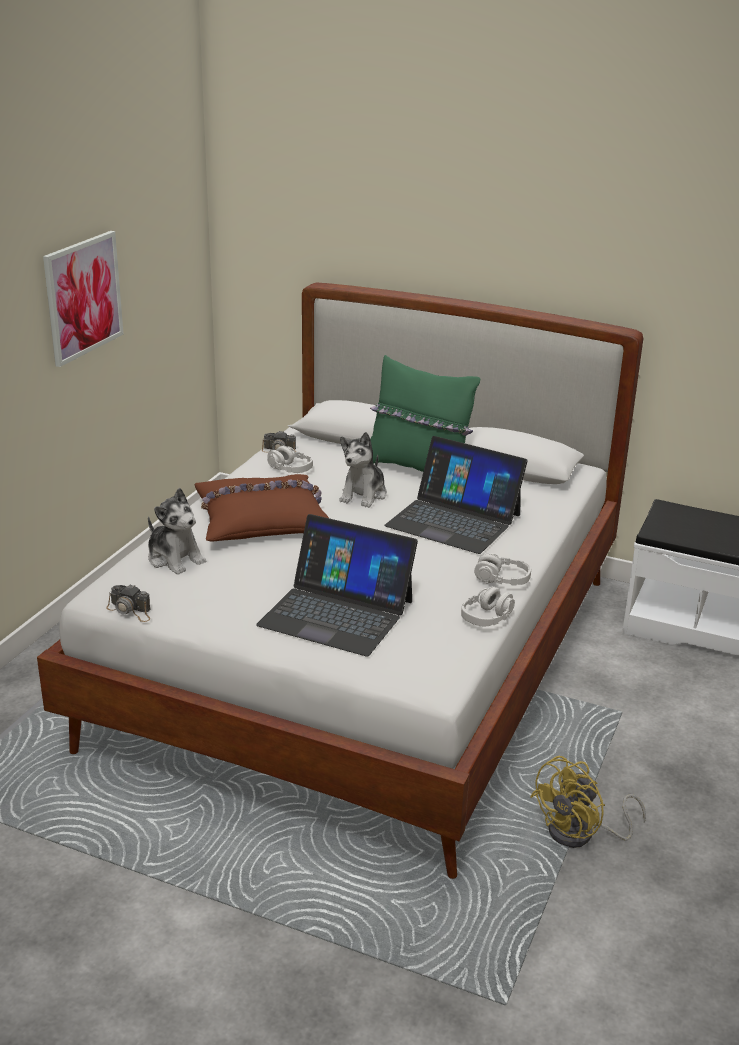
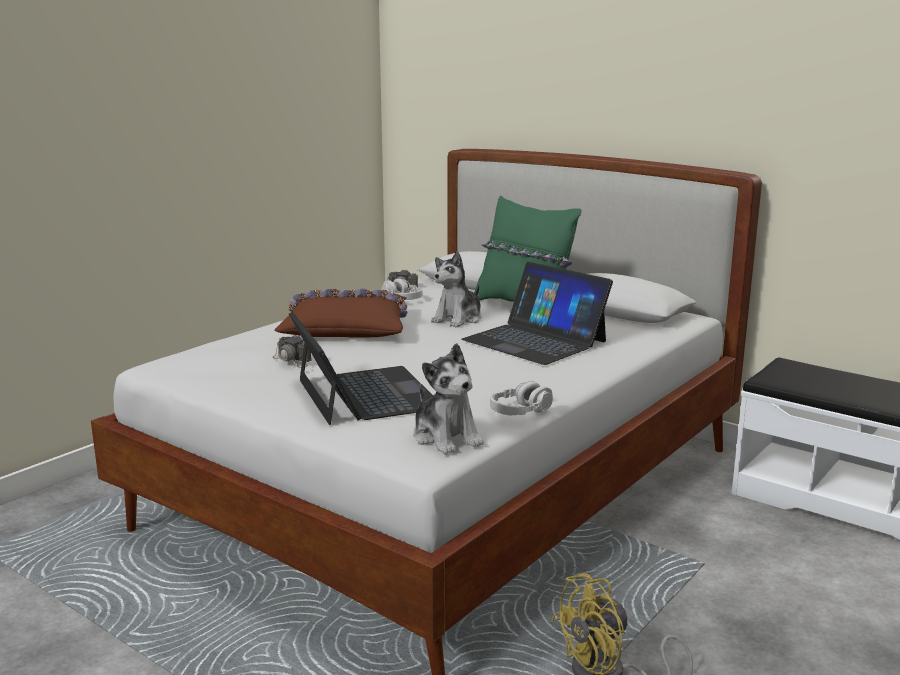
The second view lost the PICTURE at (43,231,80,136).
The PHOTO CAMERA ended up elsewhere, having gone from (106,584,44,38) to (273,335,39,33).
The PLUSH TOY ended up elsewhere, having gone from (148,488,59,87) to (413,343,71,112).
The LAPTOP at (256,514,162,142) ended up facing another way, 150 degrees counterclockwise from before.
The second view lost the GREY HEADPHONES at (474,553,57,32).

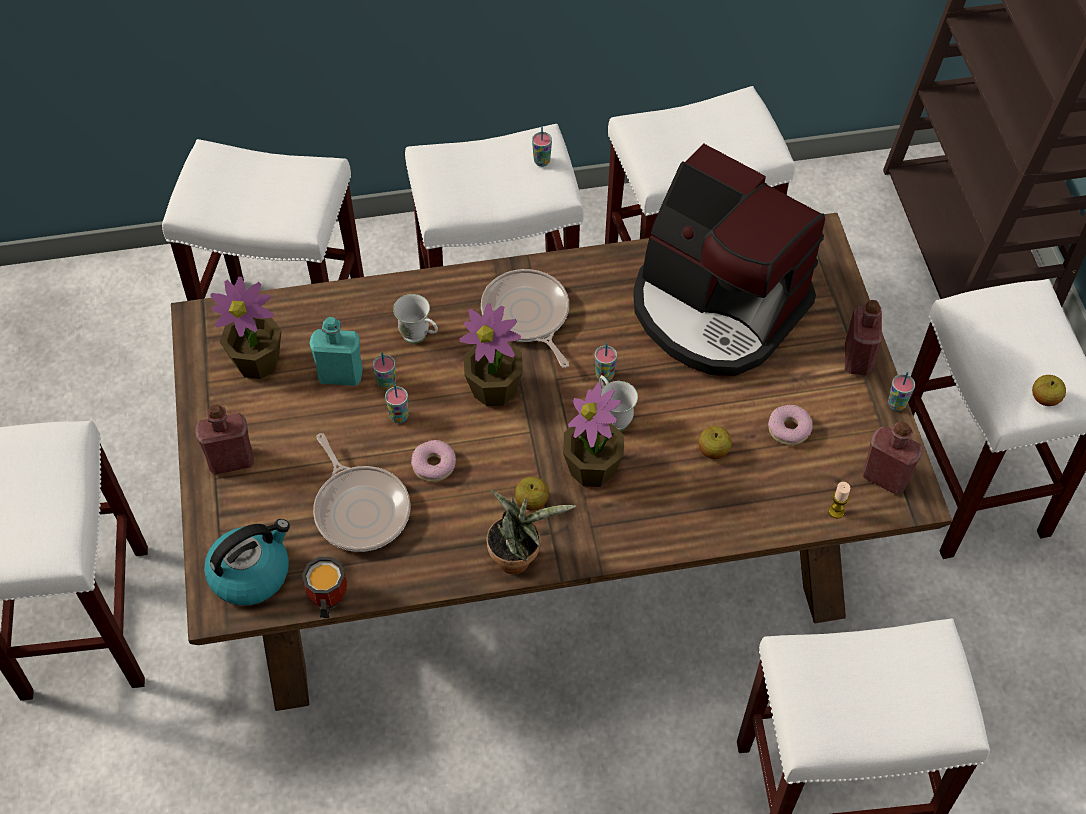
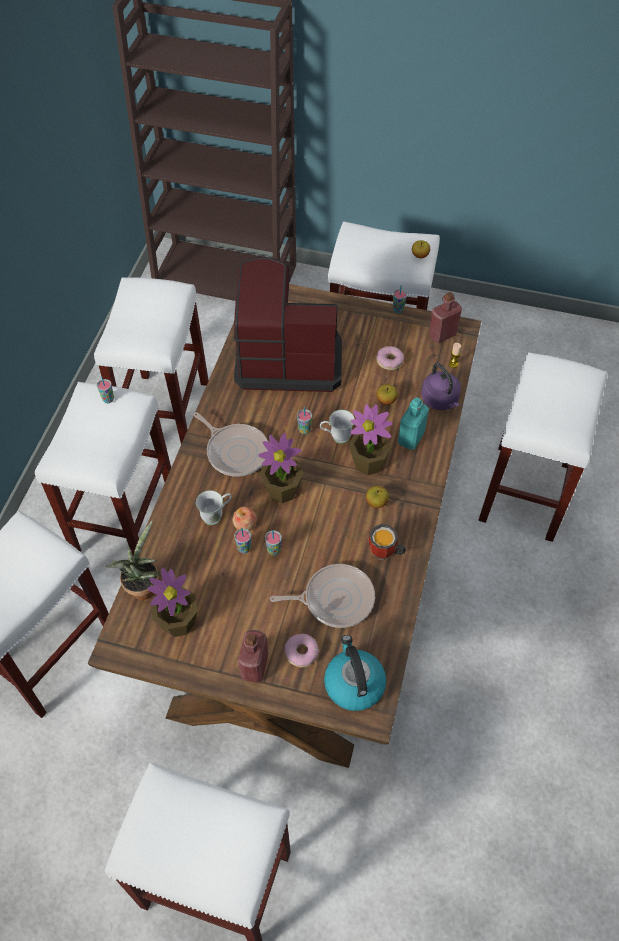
The MUG ended up elsewhere, having gone from (302,557,45,61) to (369,524,37,36).
The TURQUOISE BOTTLE ended up elsewhere, having gone from (309,317,54,69) to (398,397,31,52).
The DONUT ended up elsewhere, having gone from (411,440,45,42) to (284,634,35,33).
The FRYING PAN at (481,269,88,99) ended up facing another way, 135 degrees counterclockwise from before.
The POTTED PLANT ended up elsewhere, having gone from (486,490,90,84) to (105,521,56,79).
The COFFEE MACHINE at (633,143,192,233) ended up facing another way, 150 degrees counterclockwise from before.
The second view lost the RED BOTTLE at (845,300,37,75).
The second view gained the APPLE at (233,507,24,23).
The second view gained the PURPLE KETTLE at (421,363,40,47).

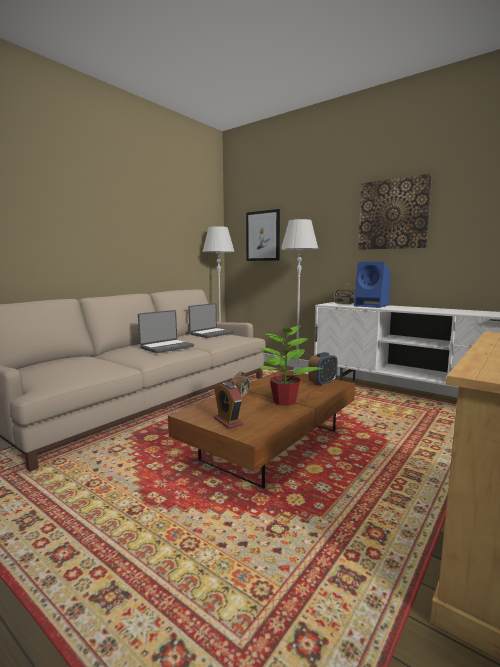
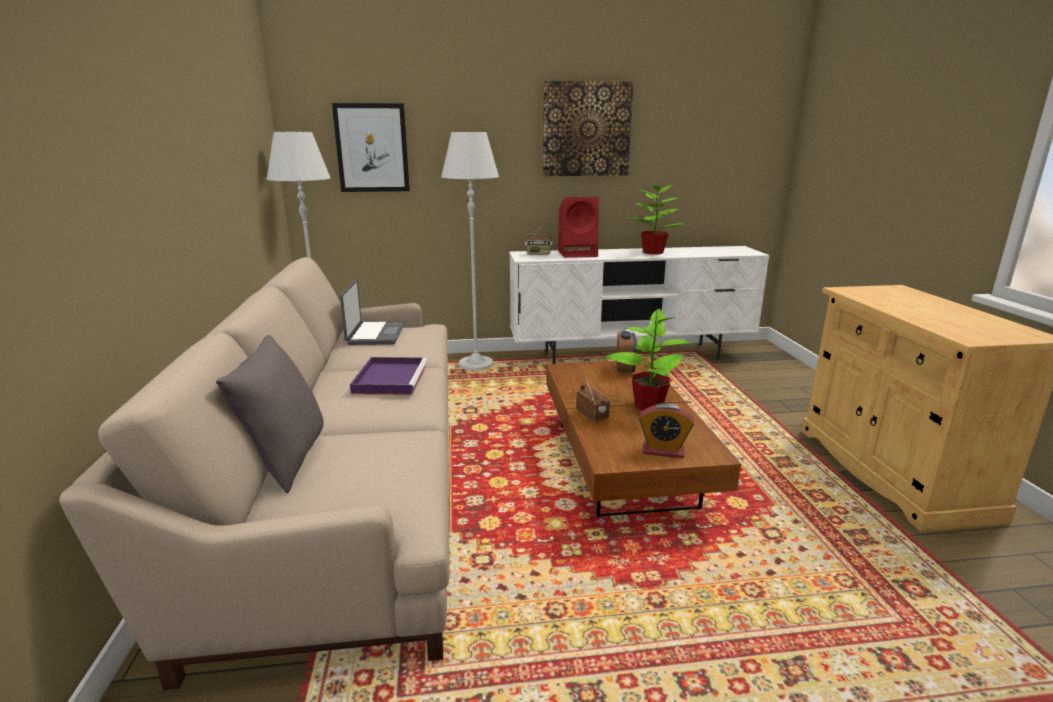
Where the LAPTOP stood at (138,310,56,43), the PURPLE TRAY came to stand at (350,357,78,38).
What was the BLUE SPEAKER at (354,262,37,46) turned into the RED SPEAKER at (558,197,41,61).
The second view gained the GREY PILLOW at (216,335,108,158).
The second view gained the POTTED PLANT at (627,181,60,74).

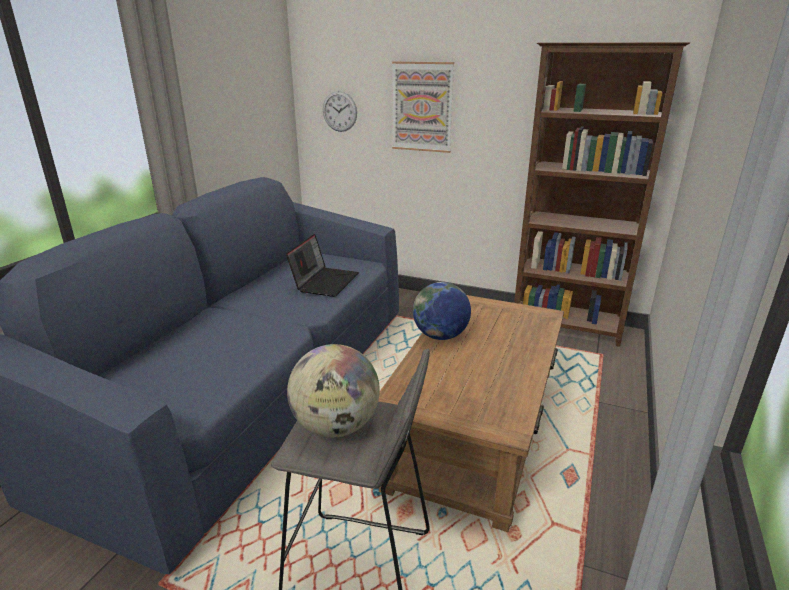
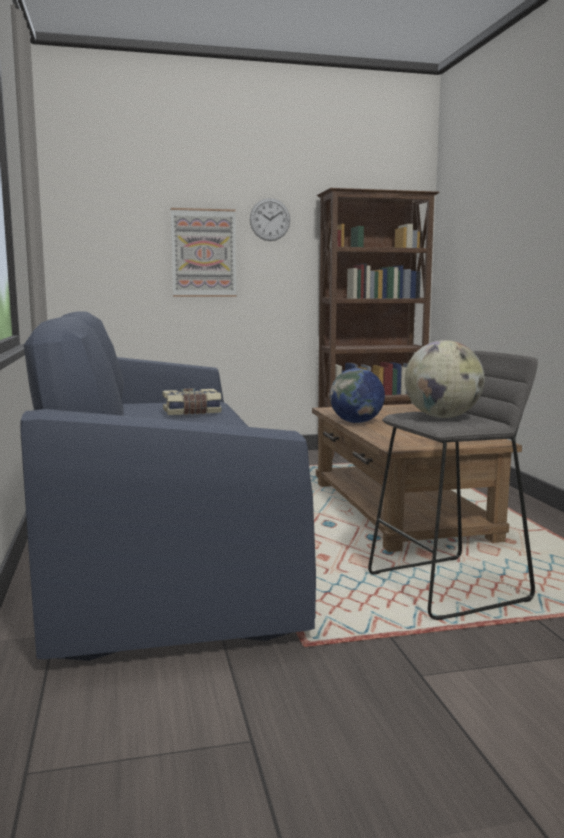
Where the LAPTOP stood at (286,234,73,63), the BOOK came to stand at (162,388,60,27).
The WALL CLOCK ended up elsewhere, having gone from (323,91,34,41) to (250,198,40,43).

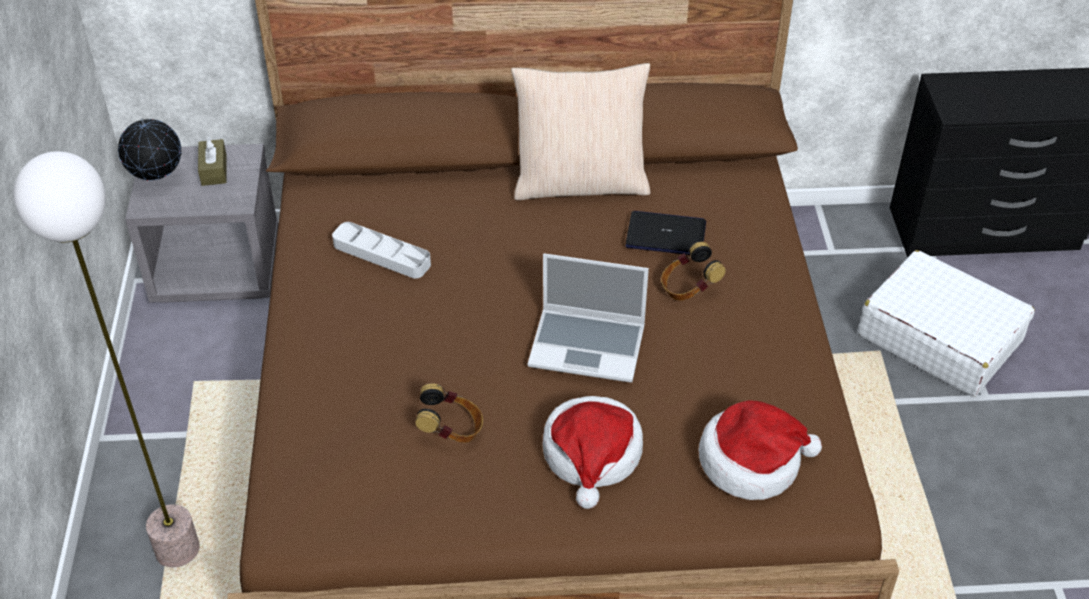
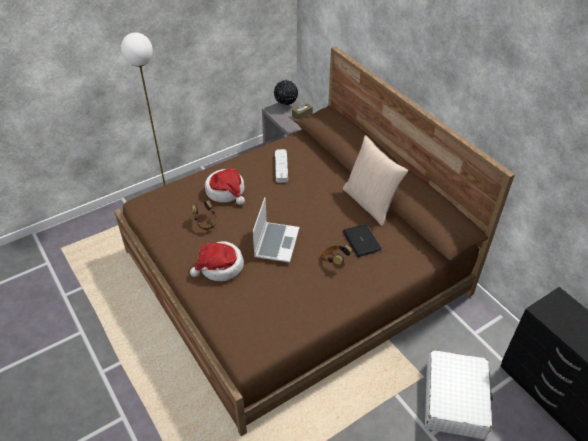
The LAPTOP at (528,253,121,130) ended up facing another way, 150 degrees counterclockwise from before.
The HAT ended up elsewhere, having gone from (699,400,123,100) to (205,168,40,37).

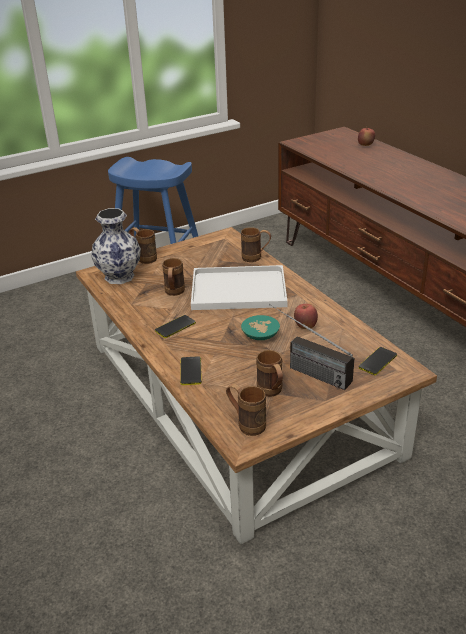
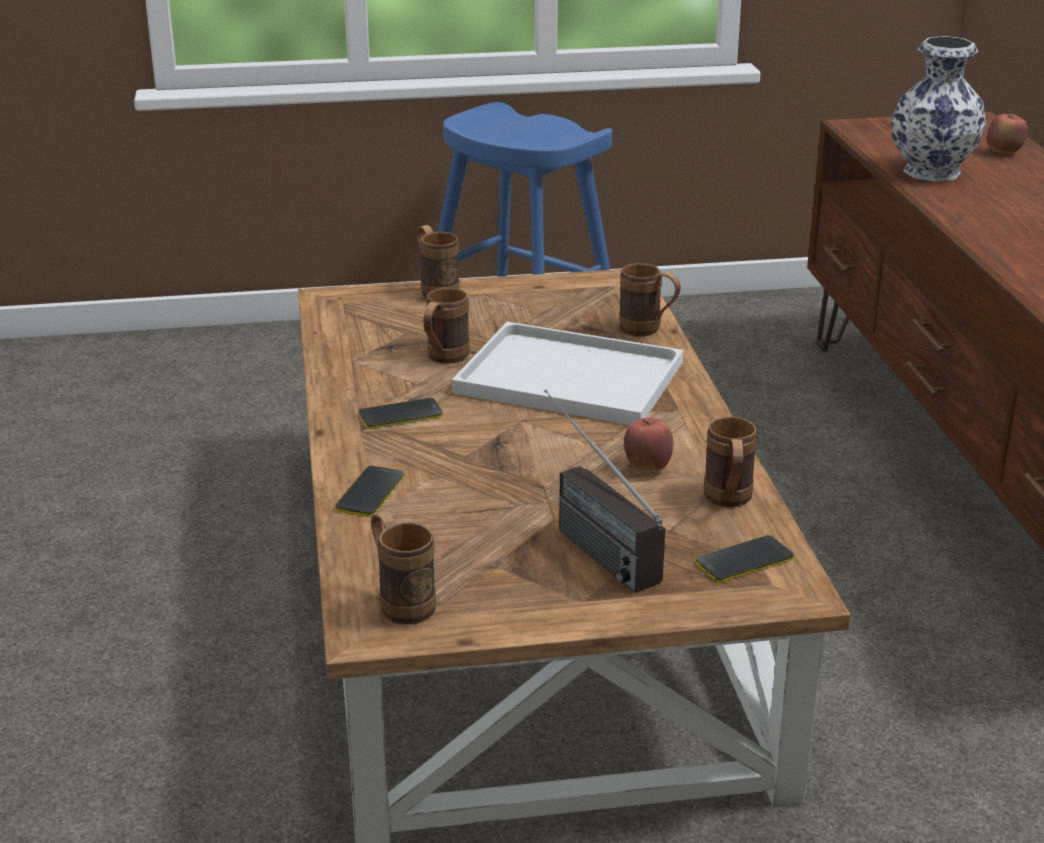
The VASE ended up elsewhere, having gone from (91,208,50,76) to (891,36,95,146).
The second view lost the TURQUOISE BOWL at (241,315,39,25).
The BROWN MUG ended up elsewhere, having gone from (256,350,27,47) to (704,416,53,91).

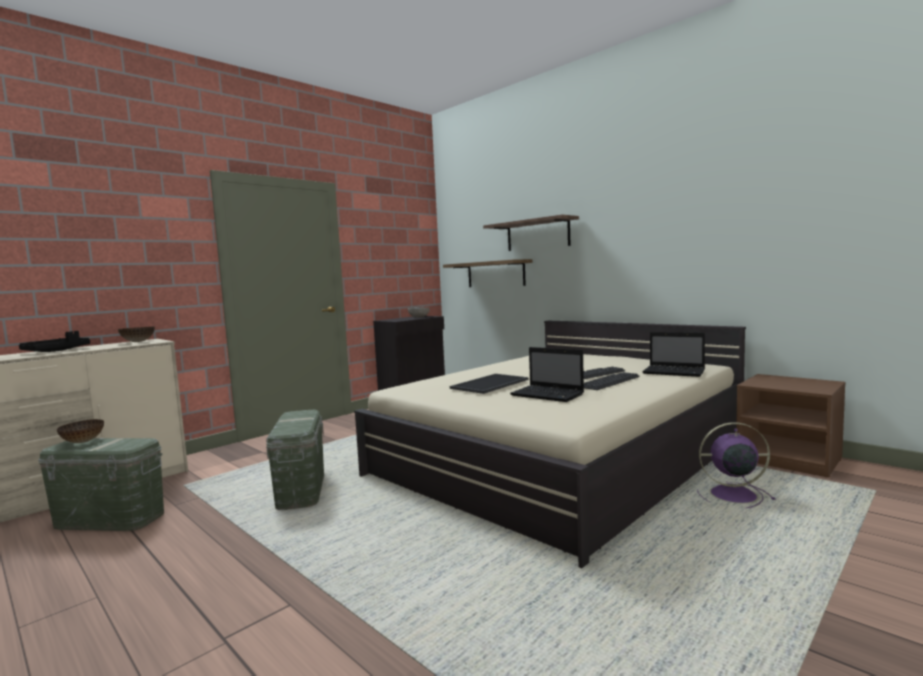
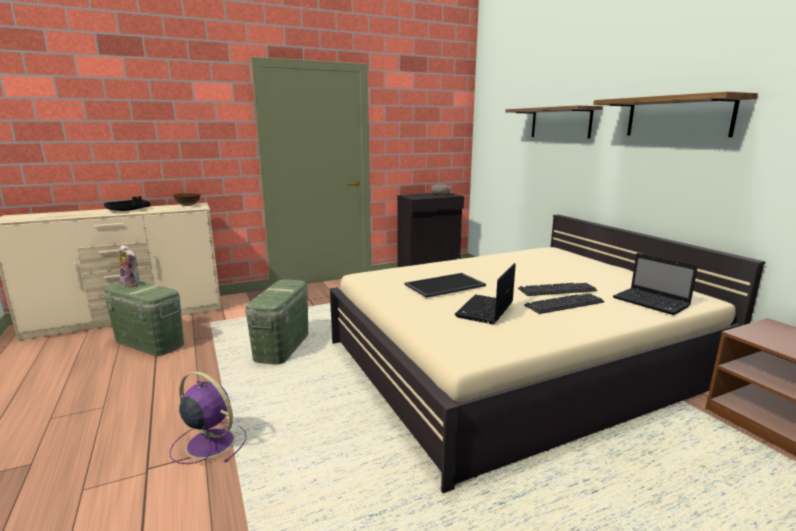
Where the BOWL stood at (56,419,48,24), the PLUSH TOY came to stand at (119,245,20,43).
The SHELF ended up elsewhere, having gone from (443,259,90,28) to (593,92,165,45).
The LAPTOP at (510,347,74,55) ended up facing another way, 60 degrees clockwise from before.
The PURPLE FAN ended up elsewhere, having gone from (697,422,79,86) to (170,371,76,93).

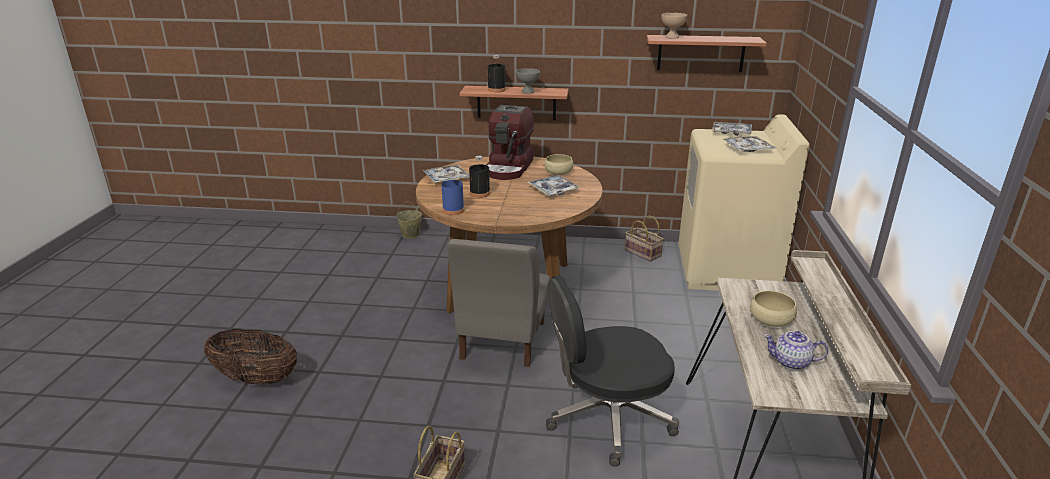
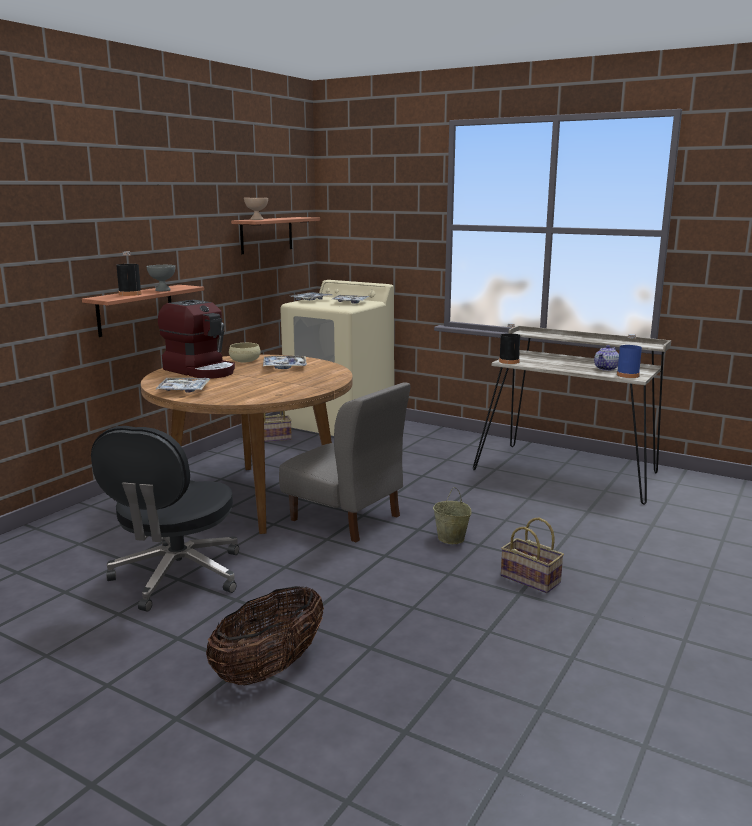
The BEIGE BUCKET ended up elsewhere, having gone from (396,201,26,38) to (433,487,39,57).
The BLUE BOTTLE ended up elsewhere, having gone from (441,171,23,44) to (617,334,25,44).
The BLACK BOTTLE ended up elsewhere, having gone from (469,155,21,43) to (499,323,21,41).
The BLACK OFFICE CHAIR ended up elsewhere, having gone from (546,275,133,191) to (91,426,148,186).
The second view lost the BEIGE BOWL at (750,291,47,36).

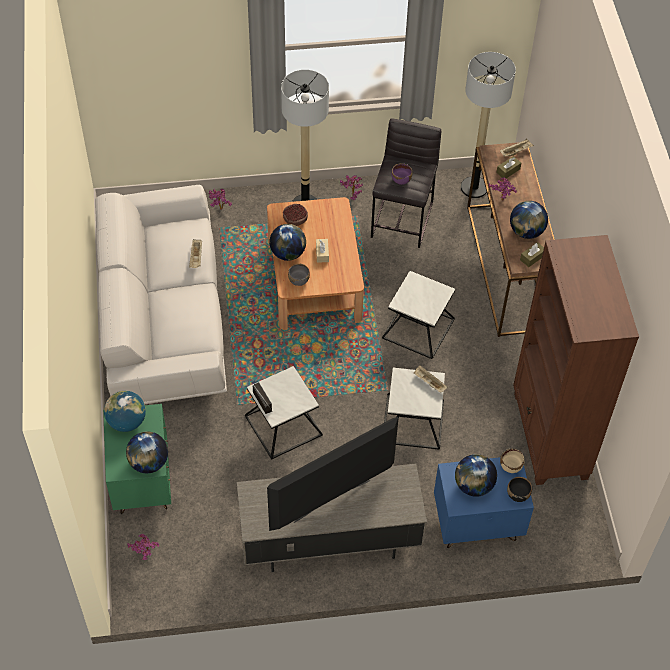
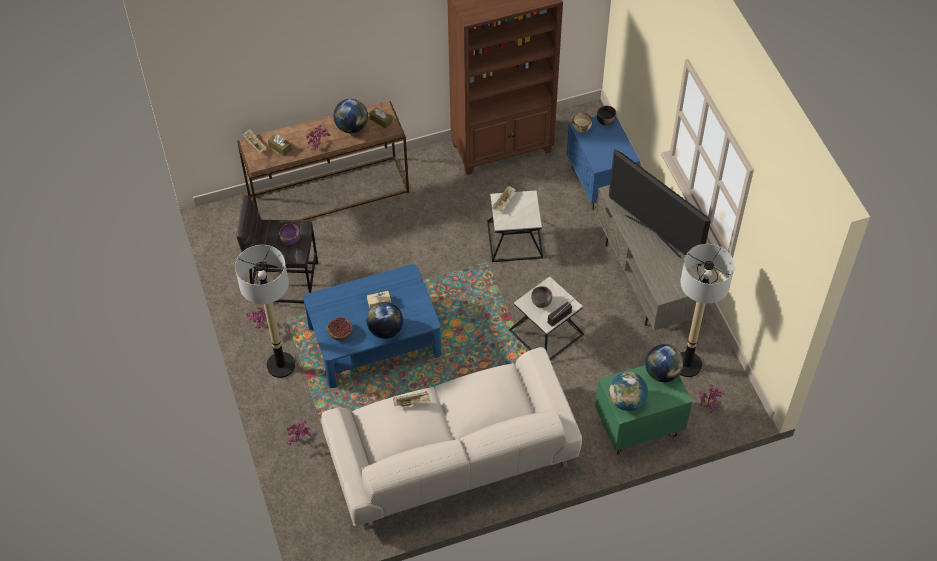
What was the BROWN COFFEE TABLE at (267,197,97,133) turned into the BLUE COFFEE TABLE at (303,264,138,124).
The GREY BOWL ended up elsewhere, having gone from (288,264,22,22) to (531,286,21,22).
The second view lost the SIDE TABLE at (382,271,73,88).
The second view lost the GLOBE at (455,454,42,43).
The FLOOR LAMP ended up elsewhere, having gone from (461,52,55,146) to (680,244,55,133).

